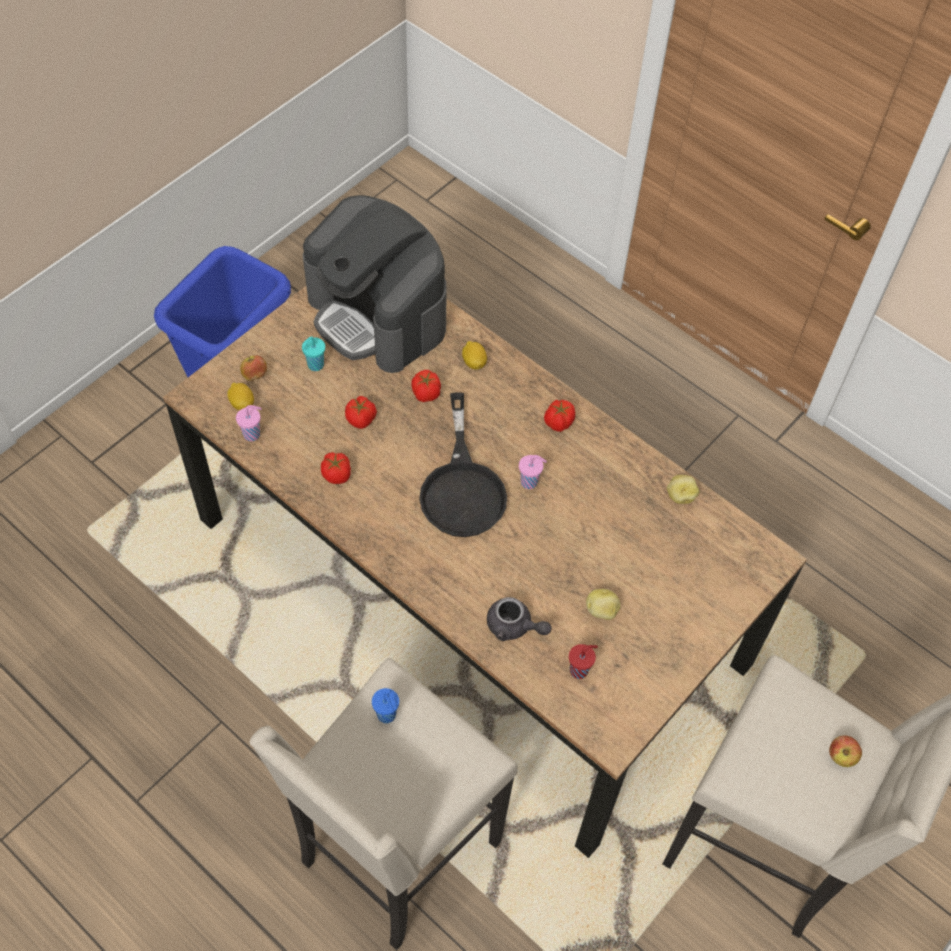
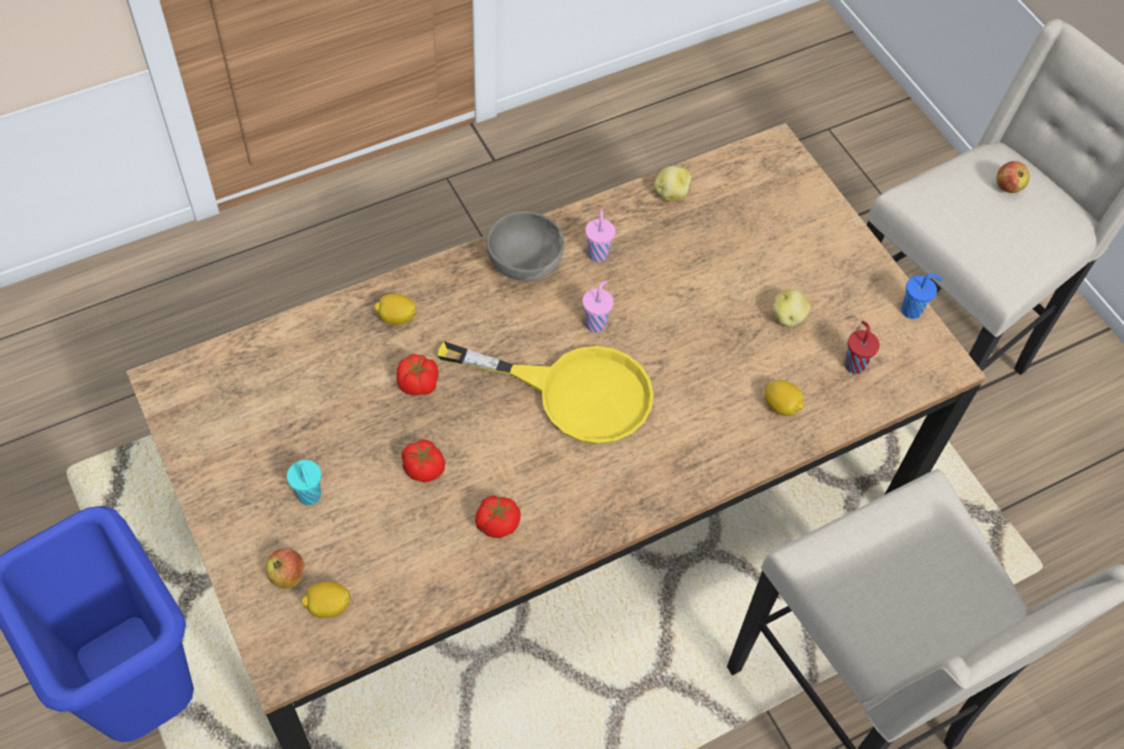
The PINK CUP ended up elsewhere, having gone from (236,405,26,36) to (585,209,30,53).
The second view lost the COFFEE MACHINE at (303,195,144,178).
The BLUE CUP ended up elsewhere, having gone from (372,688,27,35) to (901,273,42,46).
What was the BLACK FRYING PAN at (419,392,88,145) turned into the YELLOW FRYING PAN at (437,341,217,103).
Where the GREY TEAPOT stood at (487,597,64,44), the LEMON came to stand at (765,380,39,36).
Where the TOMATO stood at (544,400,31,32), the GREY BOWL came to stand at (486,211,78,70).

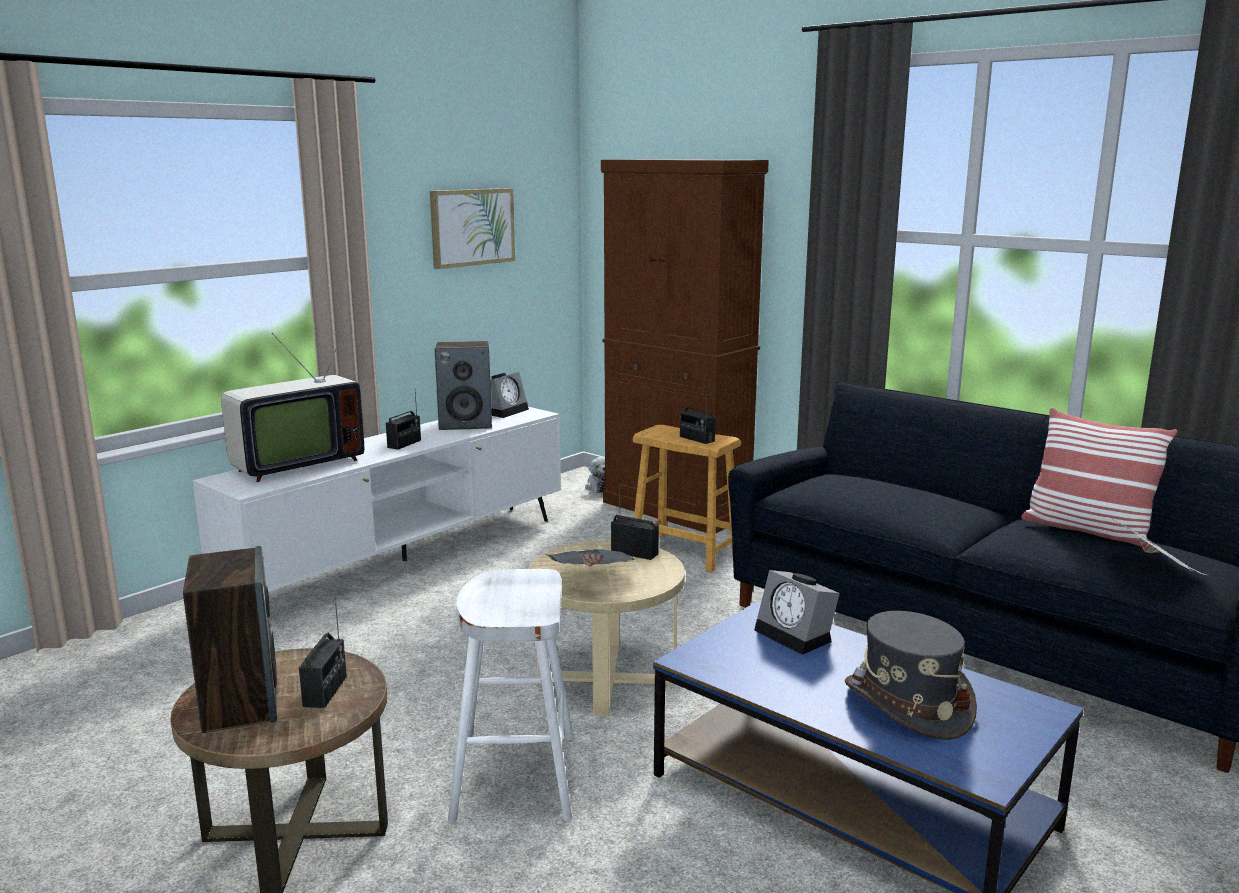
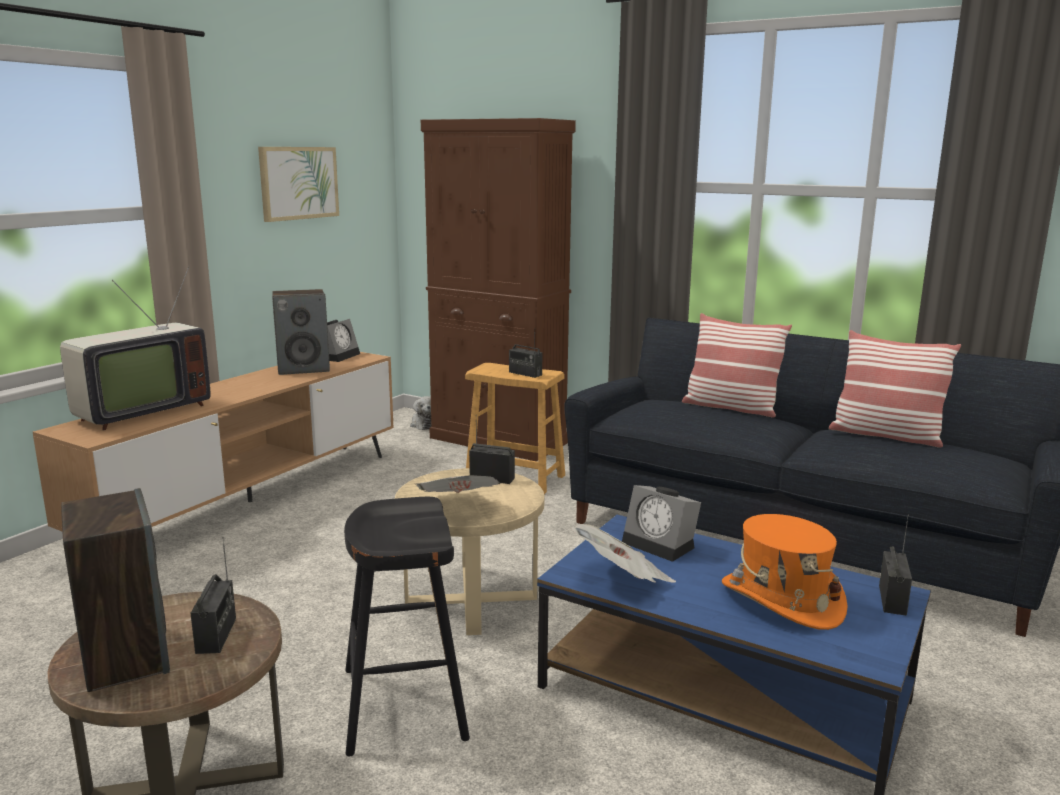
What was the WHITE TV STAND at (193,407,368,185) turned into the BROWN TV STAND at (33,352,360,179).
The RADIO ended up elsewhere, having gone from (386,393,35,57) to (879,514,33,102).
What was the WHITE STOOL at (448,569,126,254) turned into the BLACK STOOL at (344,497,126,259).
What was the GREY HAT at (845,611,132,129) turned into the ORANGE HAT at (722,514,126,116).
The NEWSPAPER ended up elsewhere, having gone from (1104,516,103,59) to (571,524,105,59).
The second view gained the PILLOW at (682,313,110,105).

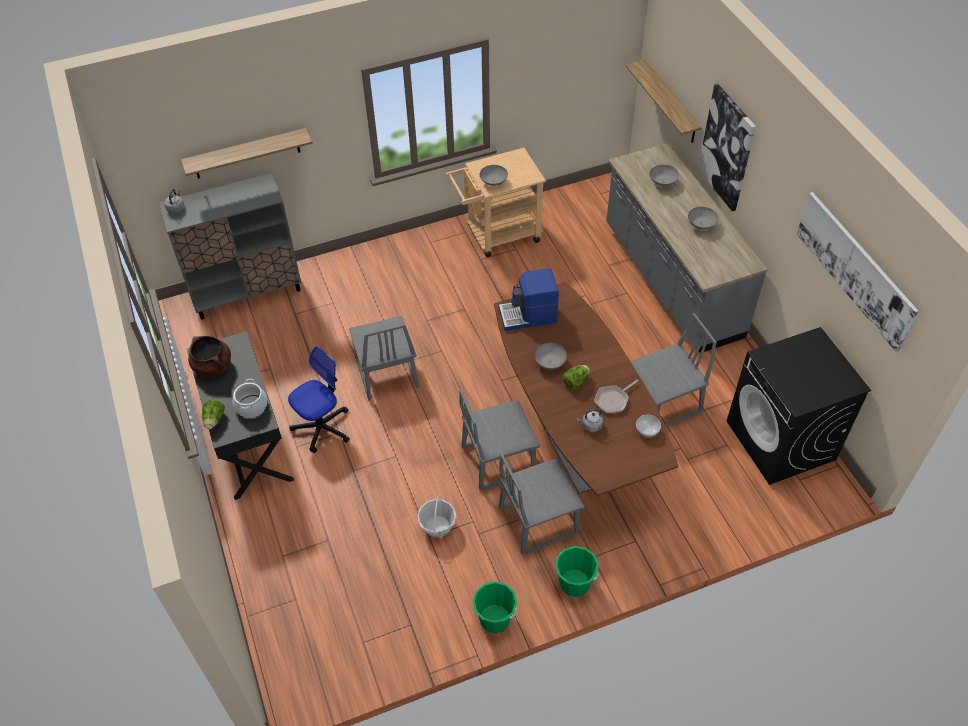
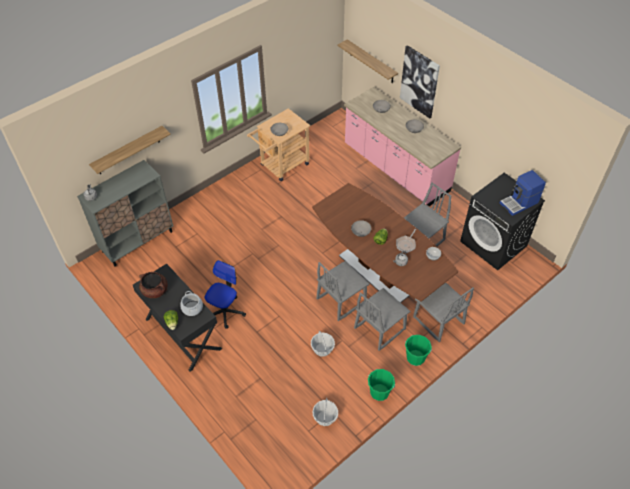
The GREY CHAIR ended up elsewhere, having gone from (349,316,70,84) to (413,283,61,59).
The COFFEE MACHINE ended up elsewhere, having gone from (499,268,60,63) to (500,170,46,46).
What was the GREY COUNTER at (606,143,162,210) turned into the PINK COUNTER at (344,87,117,119).
The second view lost the PICTURE at (797,192,121,160).
The second view gained the BASKET at (312,398,26,28).

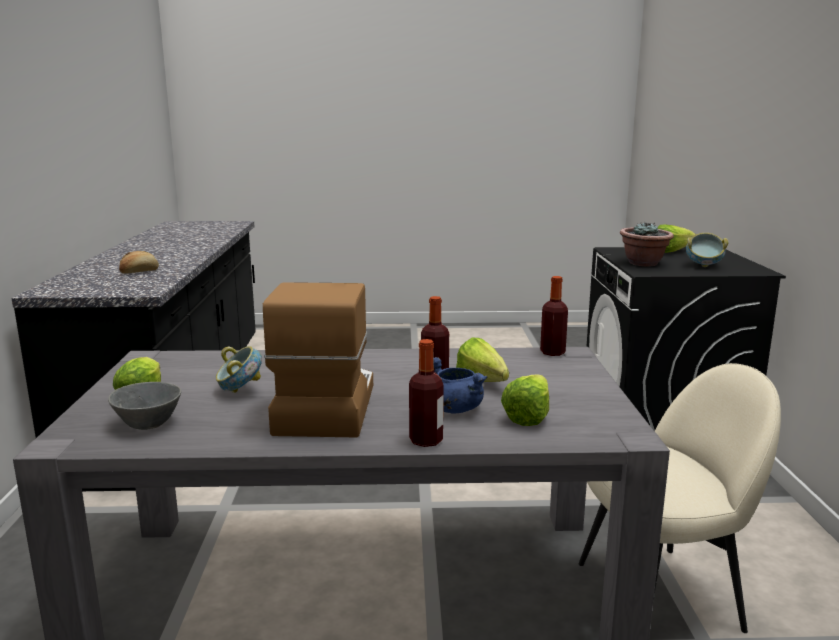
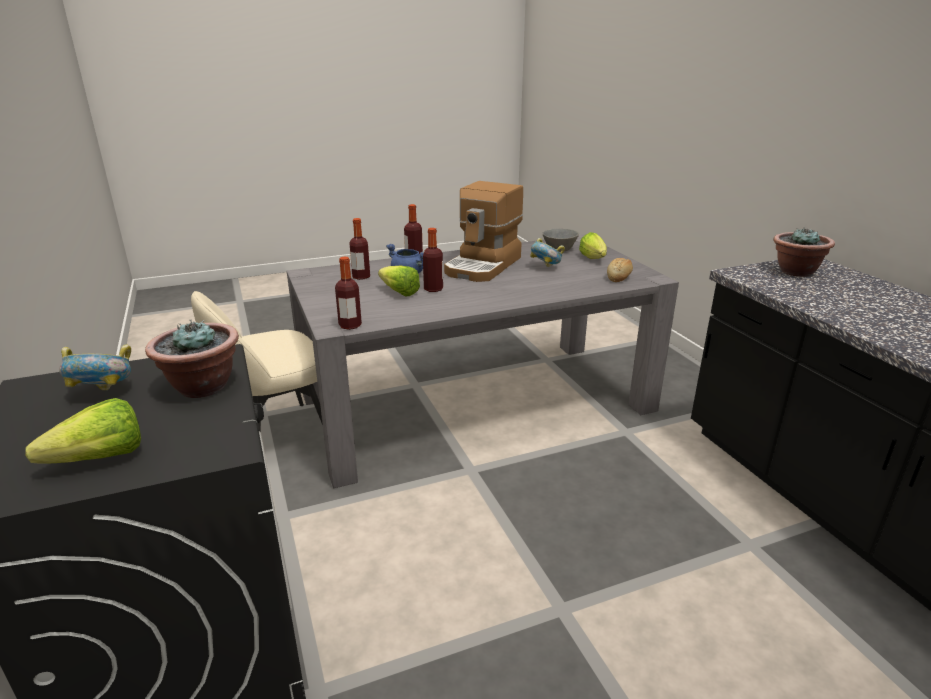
The BREAD ended up elsewhere, having gone from (119,251,40,23) to (607,258,26,24).
The COFFEE MACHINE at (263,282,110,156) ended up facing another way, 45 degrees clockwise from before.
Where the LETTUCE stood at (501,375,48,51), the BOTTLE came to stand at (350,218,20,62).
The second view gained the POTTED PLANT at (773,228,62,49).

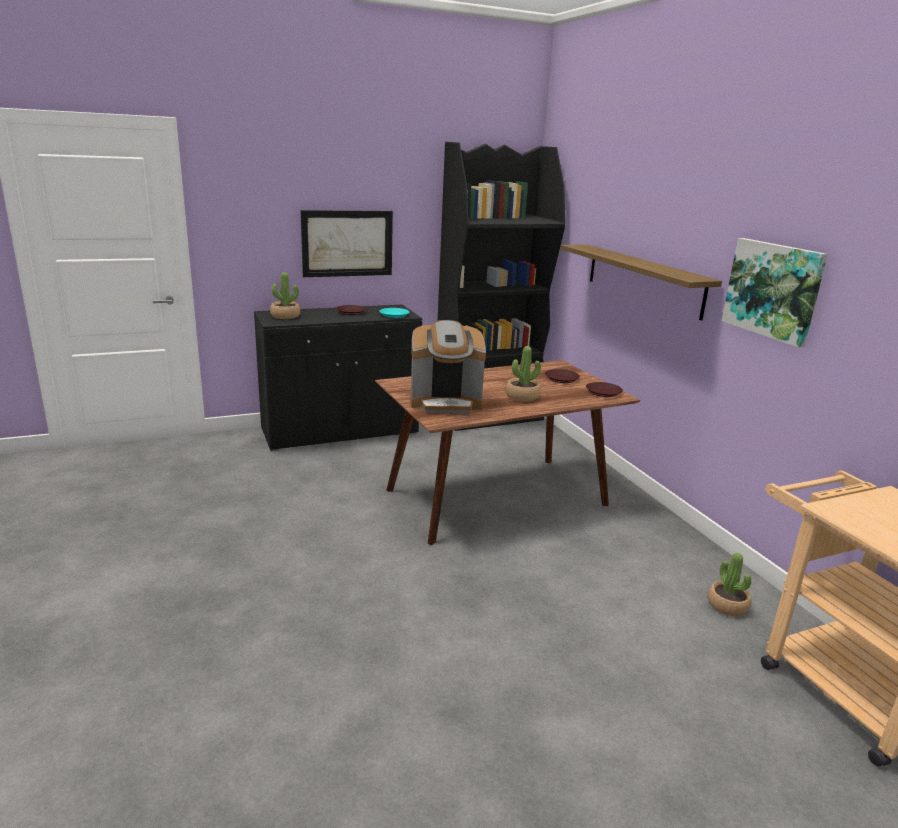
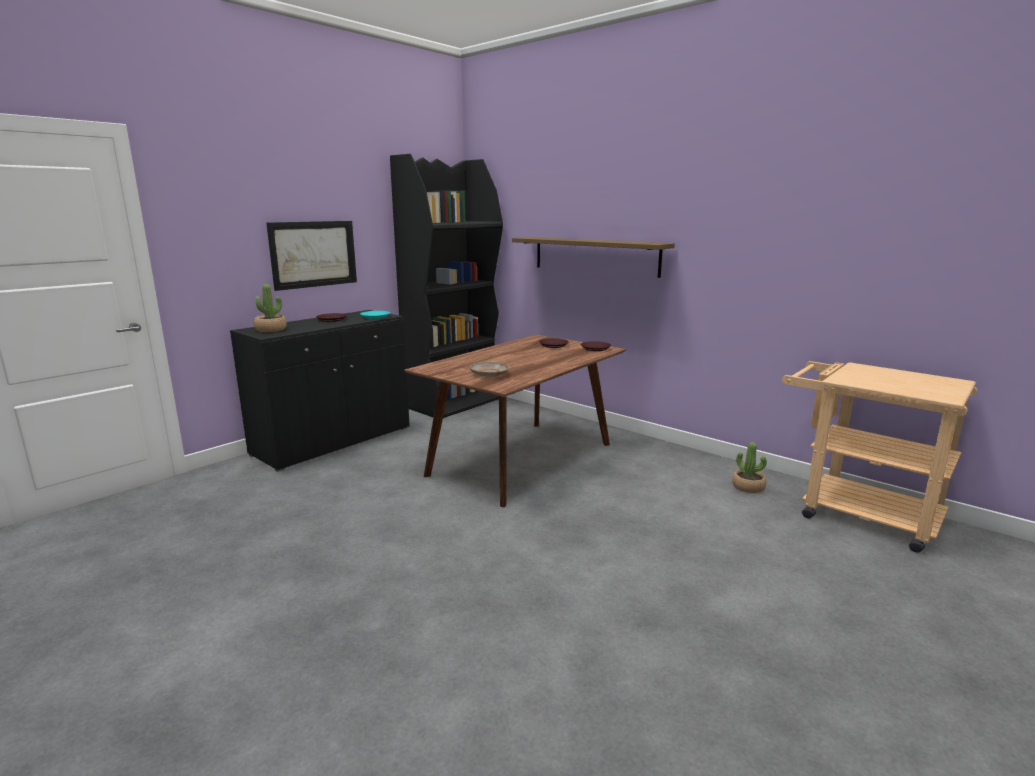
Where the COFFEE MACHINE stood at (410,320,76,94), the BEIGE PLATE came to stand at (470,362,39,15).
The second view lost the POTTED PLANT at (505,346,36,56).
The second view lost the PICTURE at (721,238,107,110).

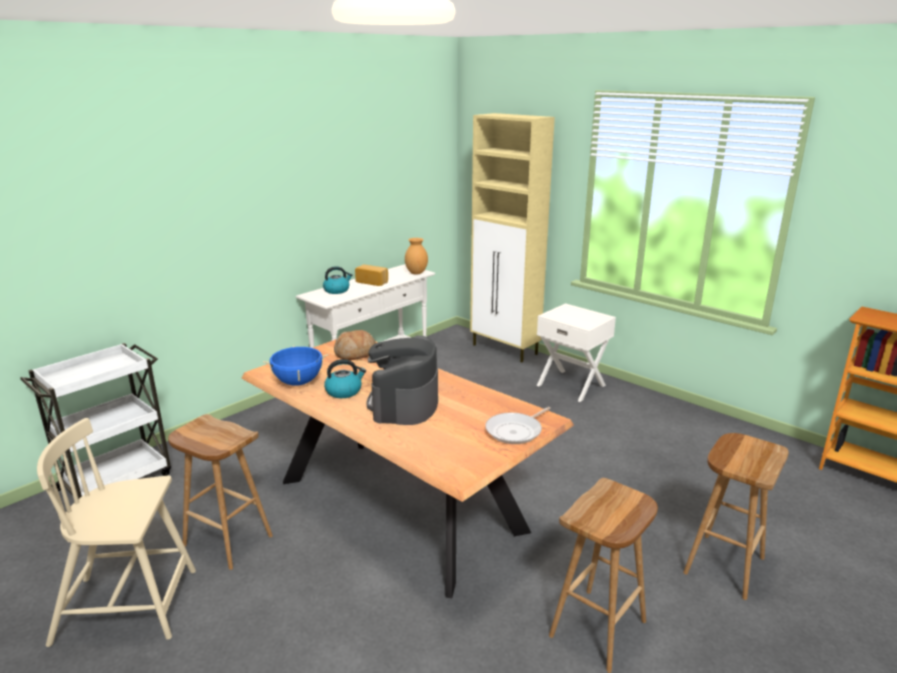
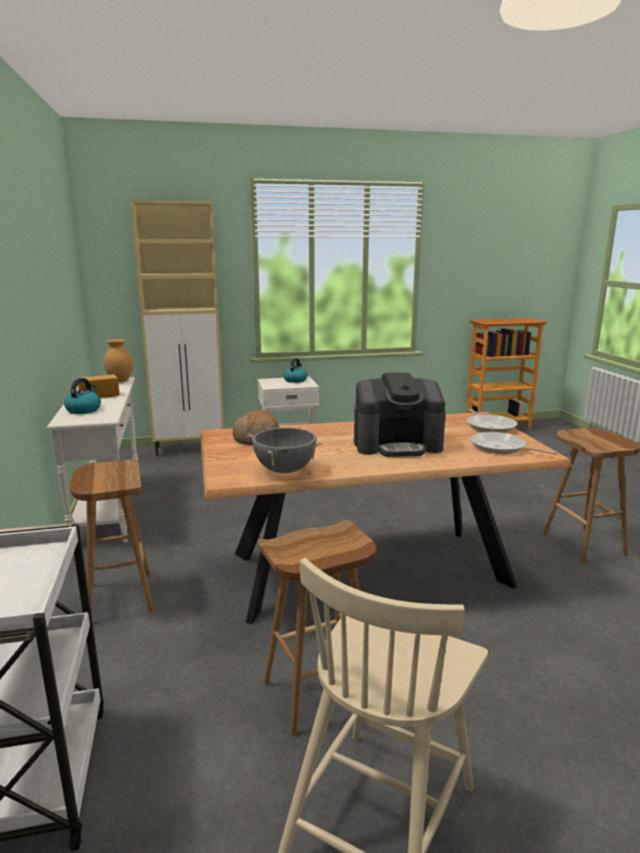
What was the BLUE COOKING POT at (263,345,65,41) turned into the GREY COOKING POT at (248,427,75,46).
The KETTLE ended up elsewhere, having gone from (324,359,42,39) to (283,358,24,25).
The COFFEE MACHINE at (366,335,72,90) ended up facing another way, 45 degrees counterclockwise from before.
The BROWN STOOL ended up elsewhere, having gone from (683,433,106,167) to (70,459,84,157).
The second view gained the FRYING PAN at (470,432,88,23).

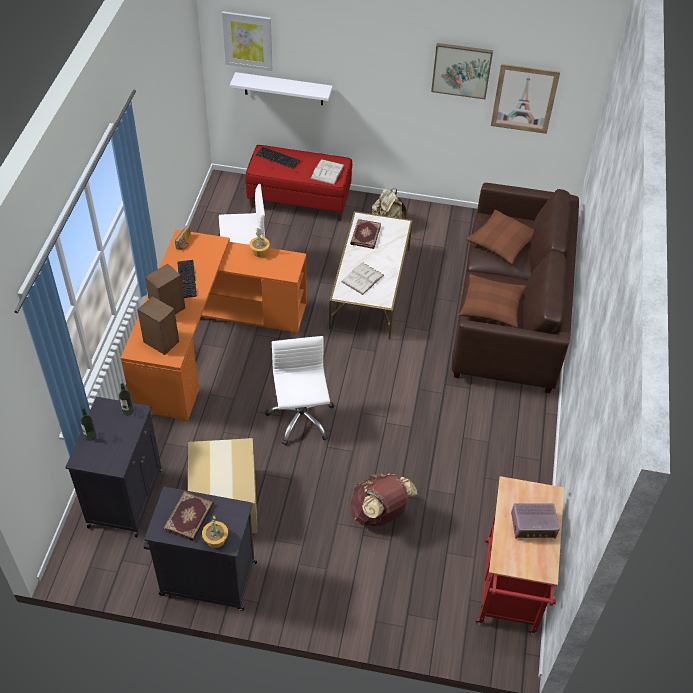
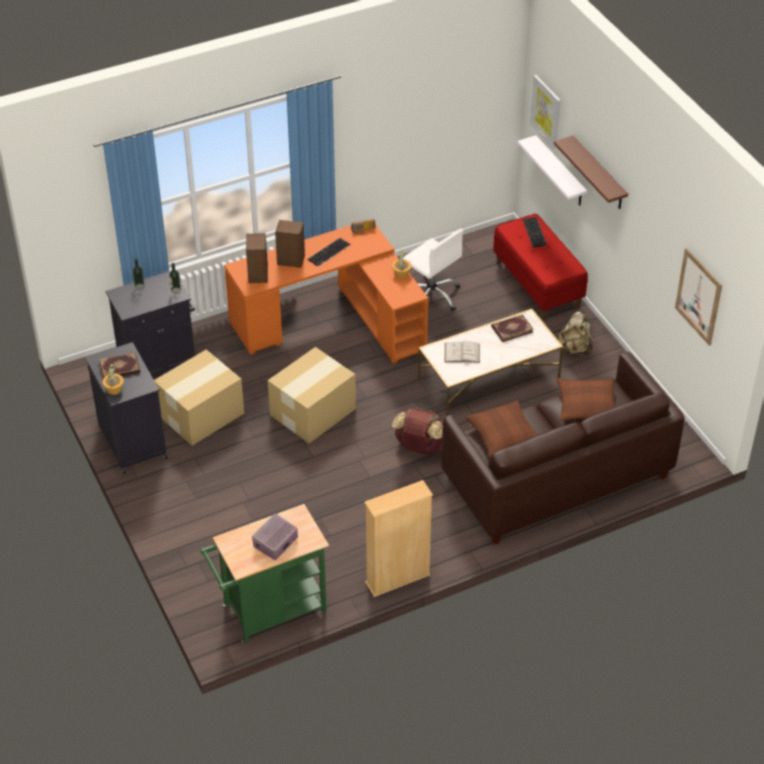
Where the WHITE OFFICE CHAIR stood at (265,336,69,109), the CARDBOARD BOX came to stand at (268,347,88,96).
The second view lost the WHITE BOOK at (311,159,34,26).
The BROWN BACKPACK ended up elsewhere, having gone from (349,473,68,53) to (392,408,51,47).
The second view lost the PICTURE at (431,43,62,56).
What was the RED CART at (475,476,89,159) turned into the GREEN CART at (200,504,129,139).
The RADIO at (511,503,48,36) ended up facing another way, 75 degrees clockwise from before.
The second view gained the BEIGE BOOKCASE at (364,480,69,117).
The second view gained the BROWN SHELF at (554,136,74,73).

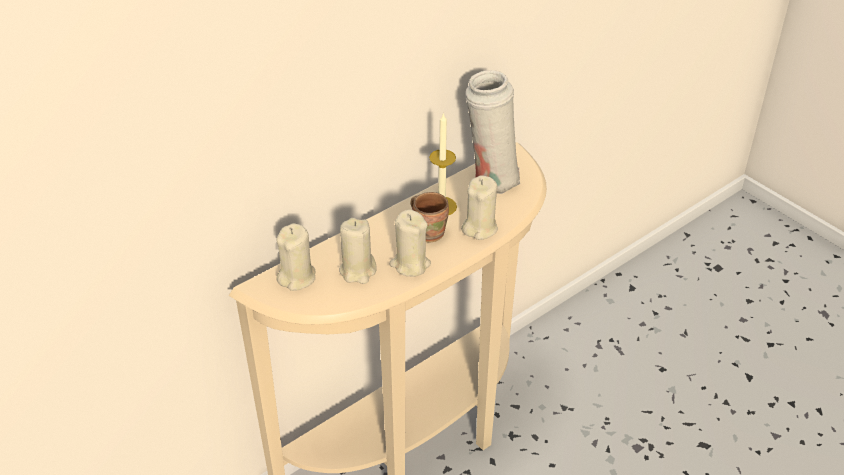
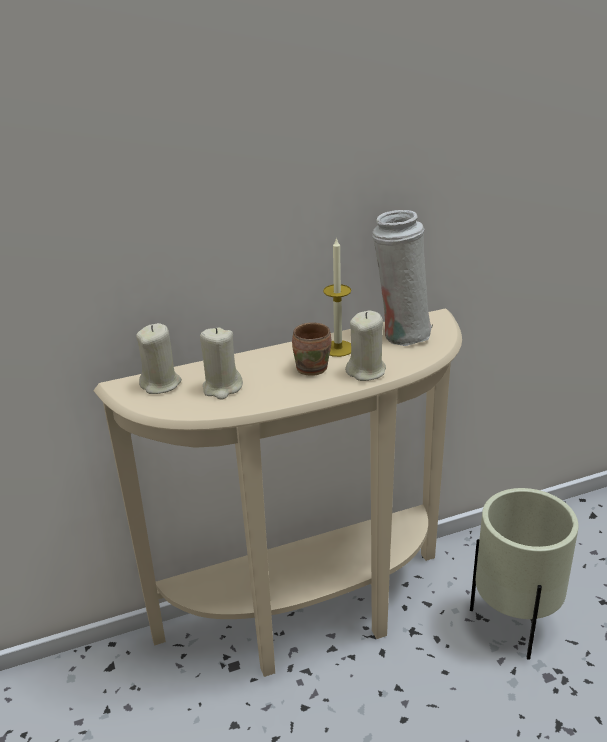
The second view lost the BEIGE CANDLE at (389,210,42,67).
The second view gained the BEIGE PLANTER at (470,488,109,172).

